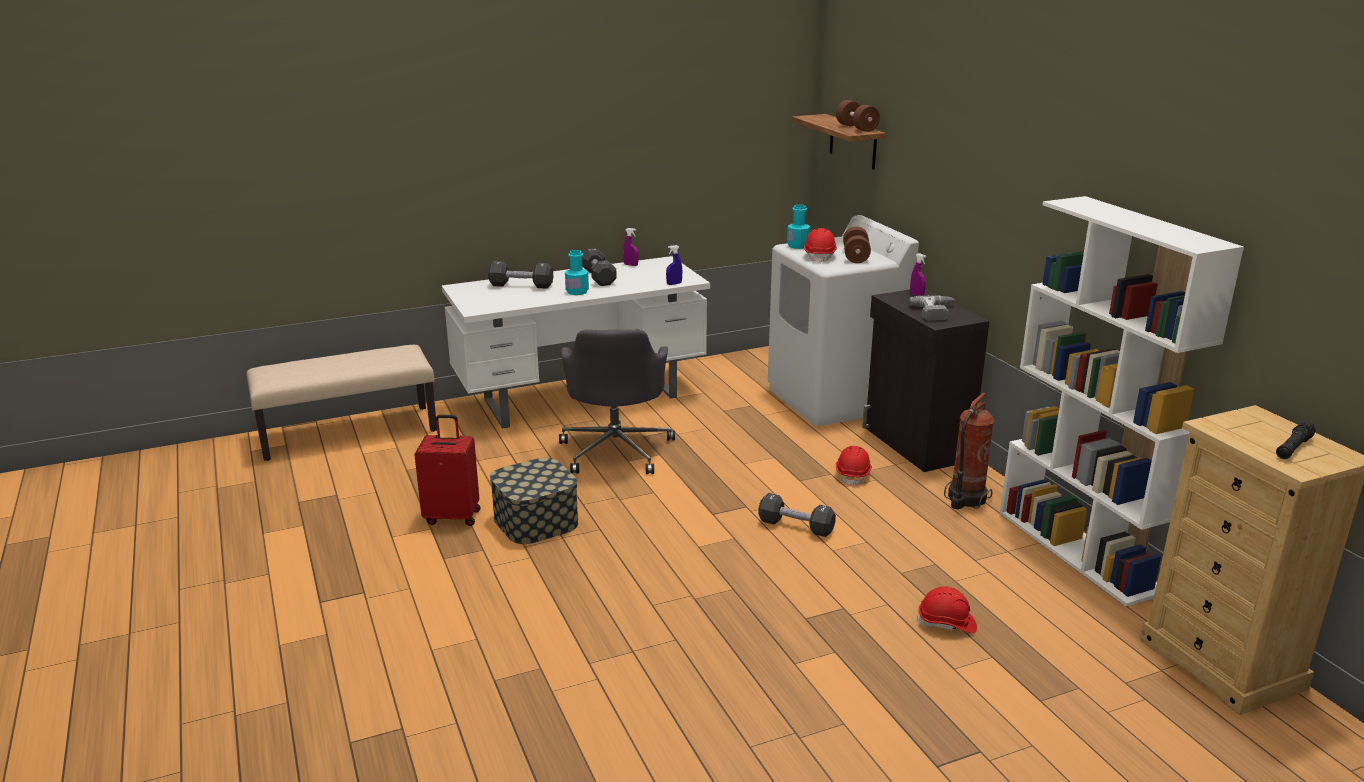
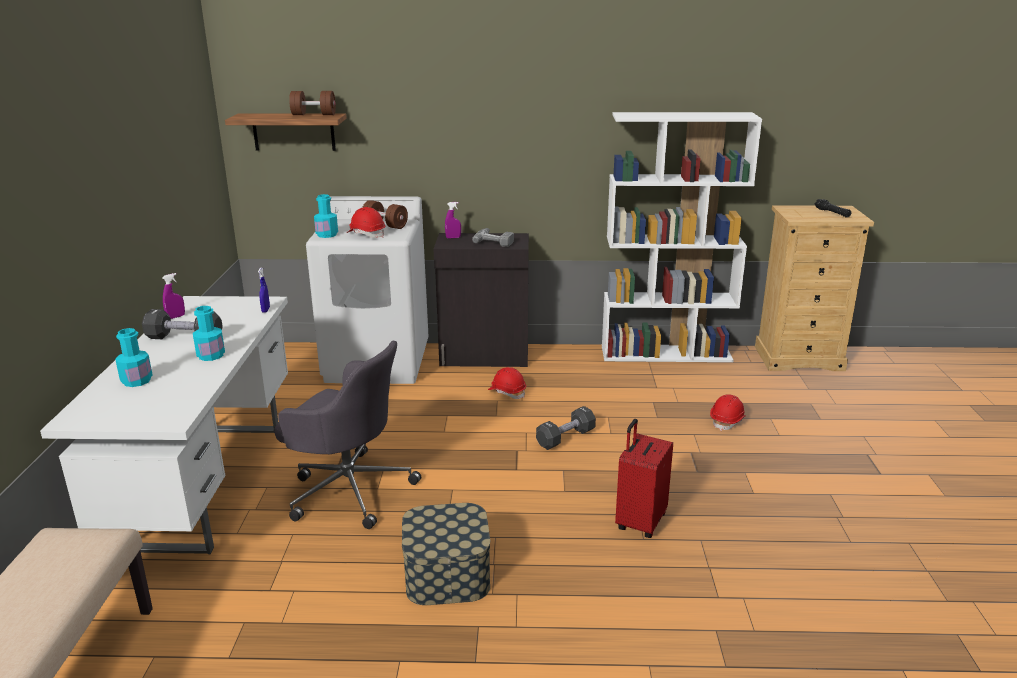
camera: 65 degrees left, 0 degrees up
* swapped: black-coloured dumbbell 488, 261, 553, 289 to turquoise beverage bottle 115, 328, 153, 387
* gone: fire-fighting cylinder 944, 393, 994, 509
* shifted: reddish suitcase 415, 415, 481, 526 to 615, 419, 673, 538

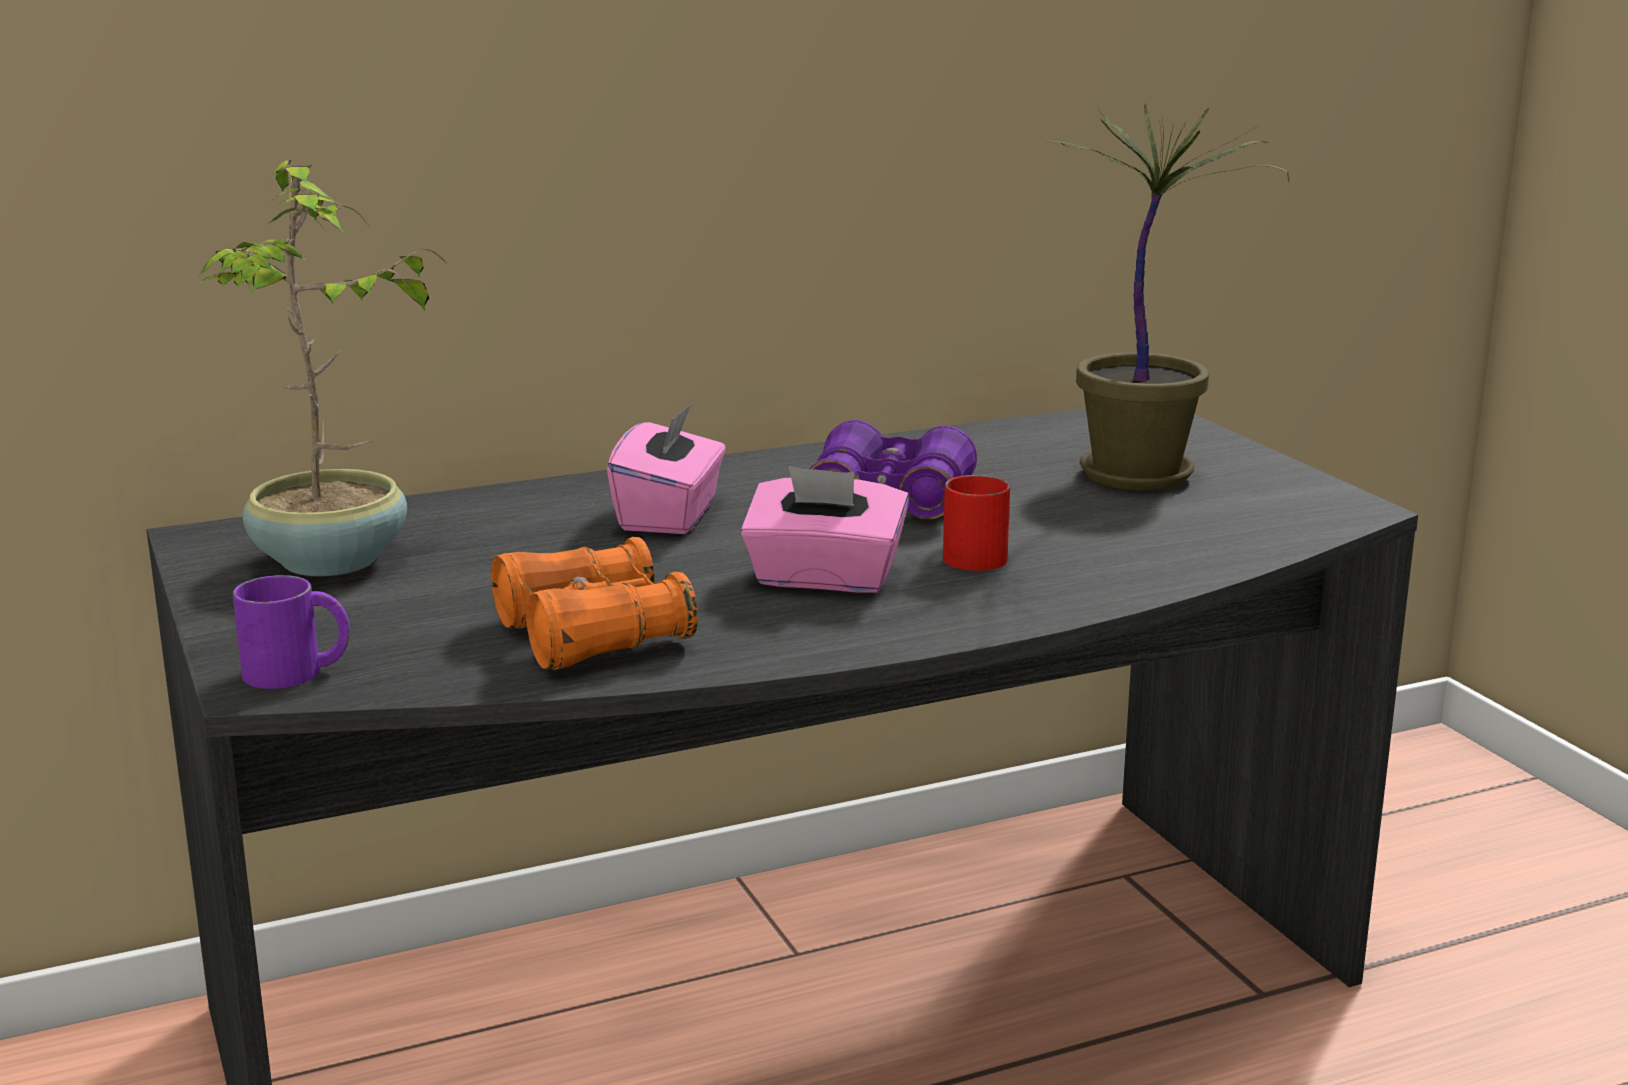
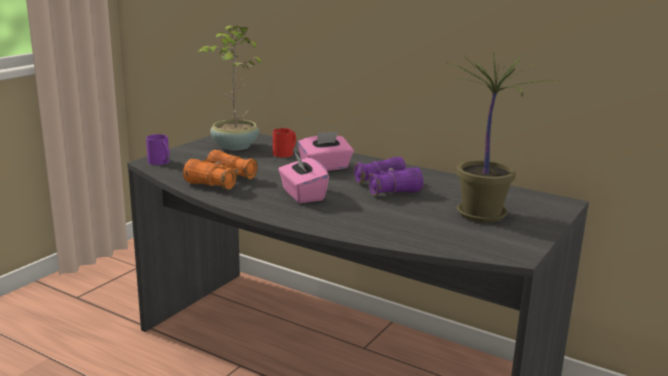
camera: 55 degrees right, 0 degrees up
* shifted: reddish tea mug 943, 475, 1010, 571 to 273, 128, 296, 157

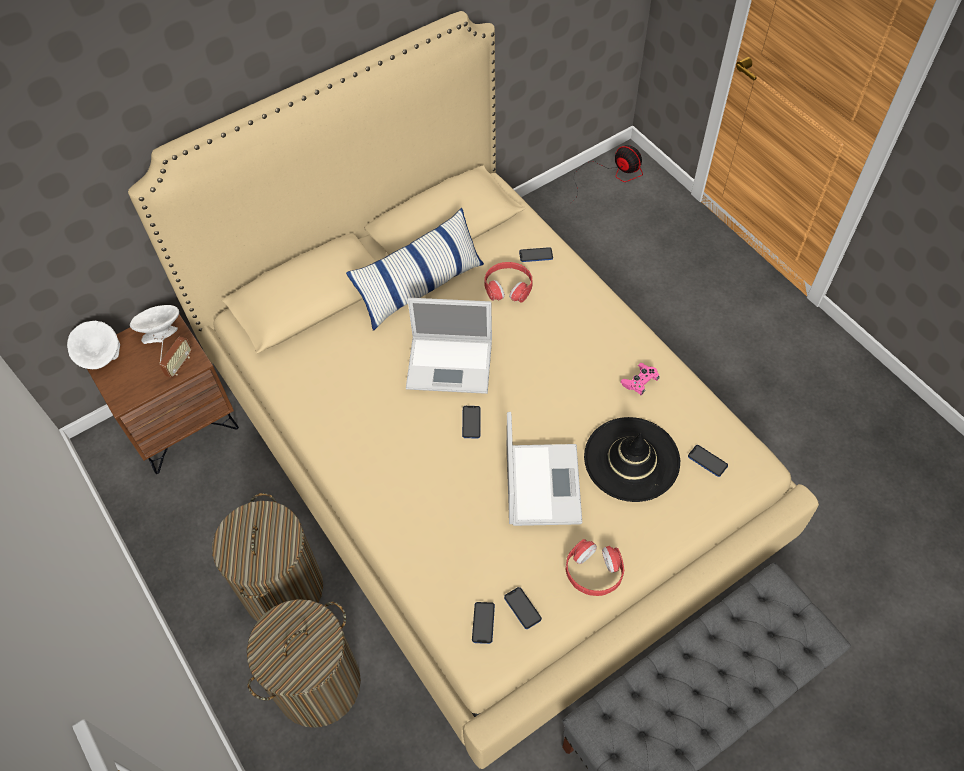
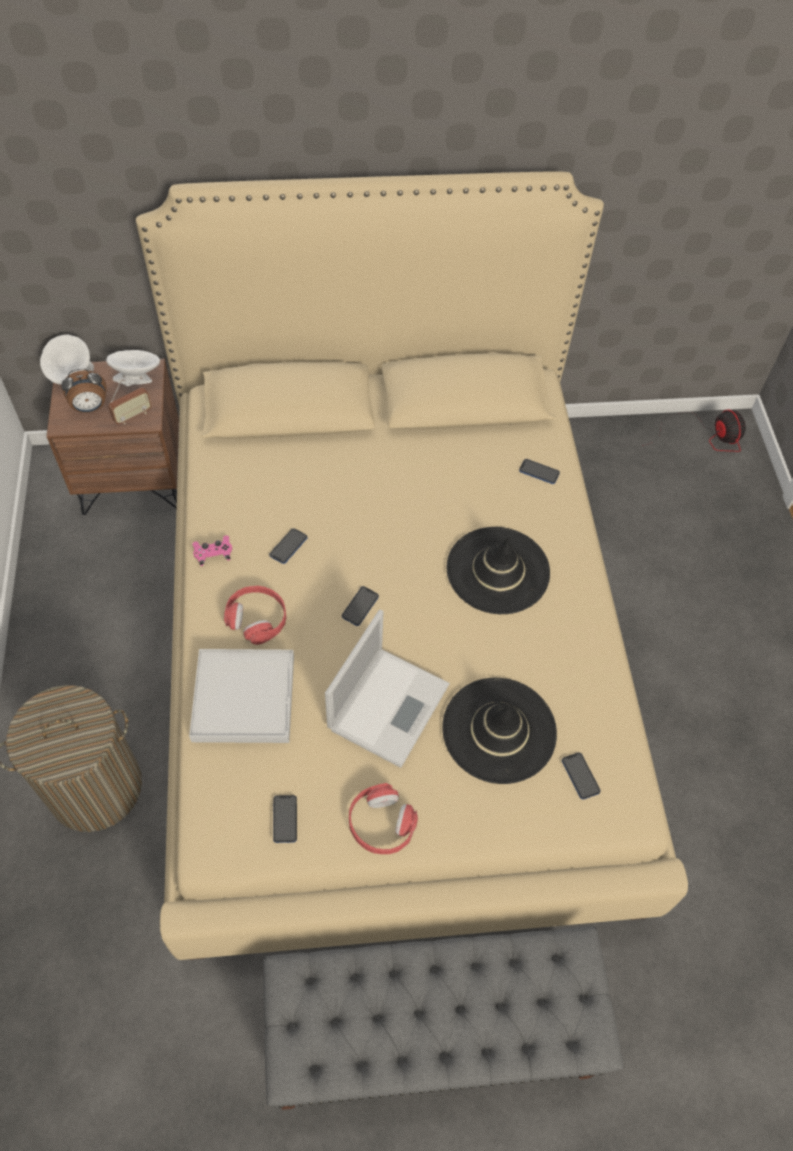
camera: 25 degrees right, 0 degrees up
* gone: cushion 346, 208, 484, 331
* shifted: reddish pair of headphones 484, 262, 533, 302 to 224, 586, 286, 645
* gone: portable computer 406, 298, 492, 394
* shifted: pink game controller 621, 363, 660, 395 to 192, 535, 232, 566
* gone: washing basket 212, 493, 323, 622
* shifted: telephone 472, 602, 495, 644 to 269, 528, 307, 564
* new: bedside clock 62, 368, 107, 413
* new: black-coloured hat 446, 527, 550, 614
* new: whitish serving tray 189, 649, 294, 743

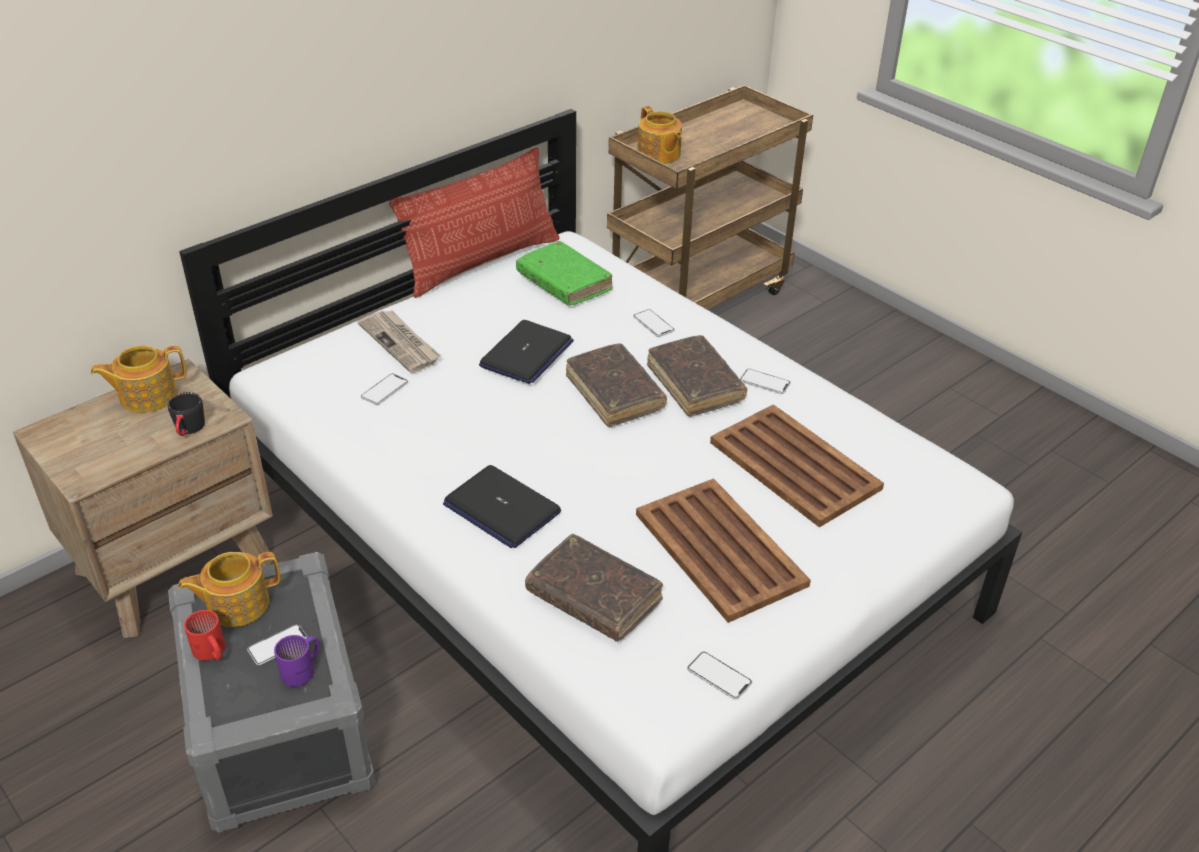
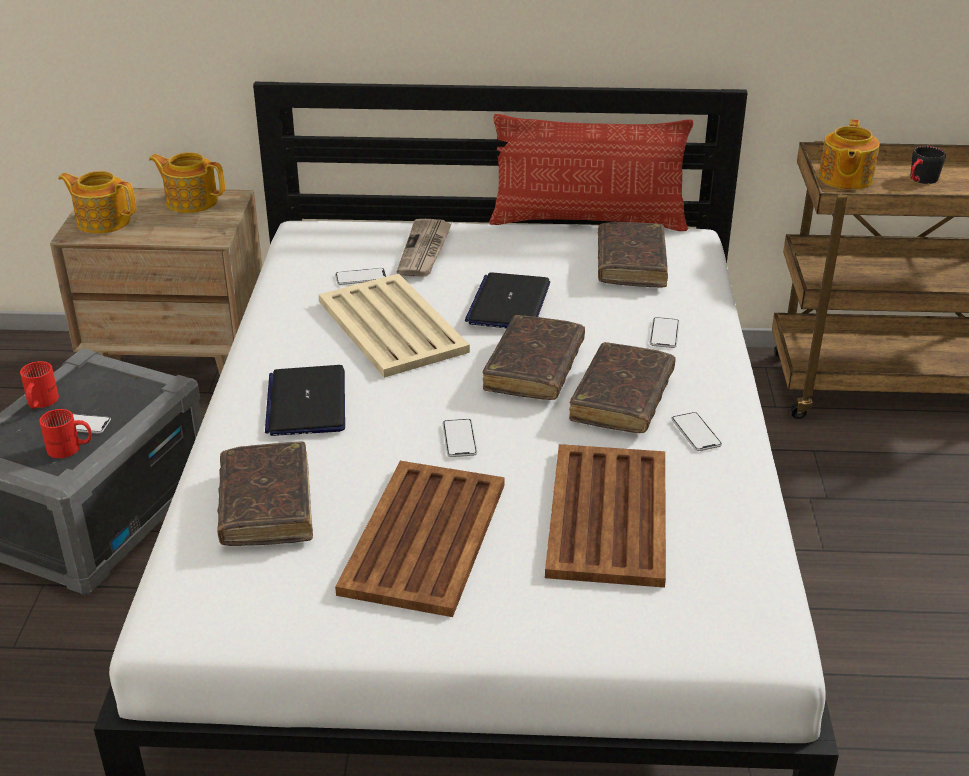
camera: 45 degrees right, 5 degrees down
* repainted: green-coloured bound book 516, 241, 613, 306 to brownish bound book 598, 222, 668, 287
* rotated: portable computer 479, 320, 574, 384 = 465, 273, 550, 328 120 degrees clockwise
* shifted: black-coloured tea mug 168, 392, 205, 436 to 911, 146, 946, 184
* shifted: teapot 178, 552, 280, 627 to 58, 171, 136, 234
* repainted: purplish tea mug 274, 635, 319, 687 to reddish tea mug 39, 409, 92, 458
* shifted: telephone 687, 652, 752, 700 to 443, 419, 477, 457
* new: beige-coloured serving tray 319, 274, 470, 378

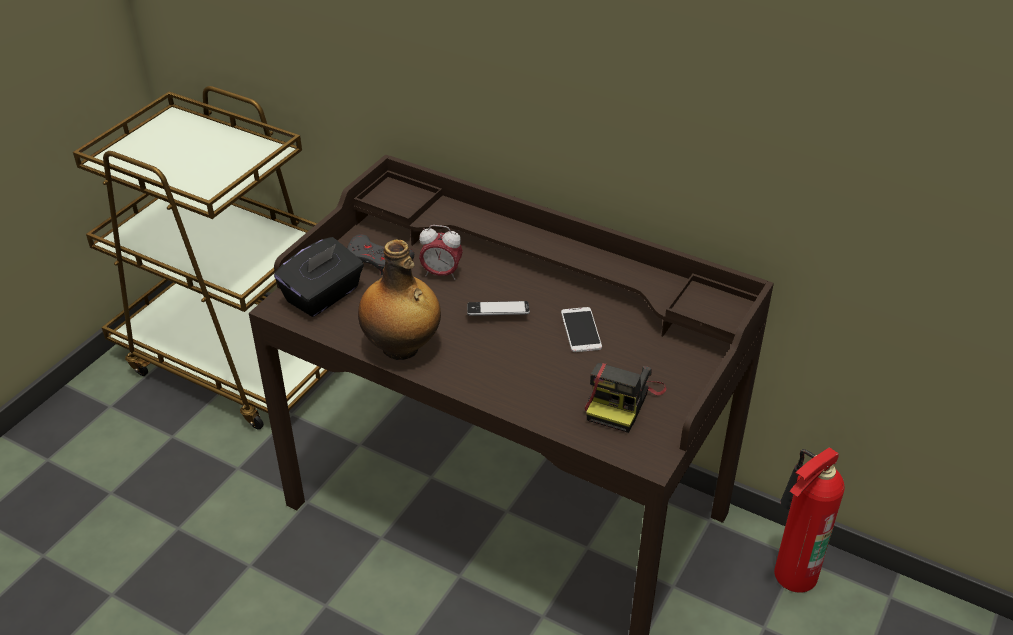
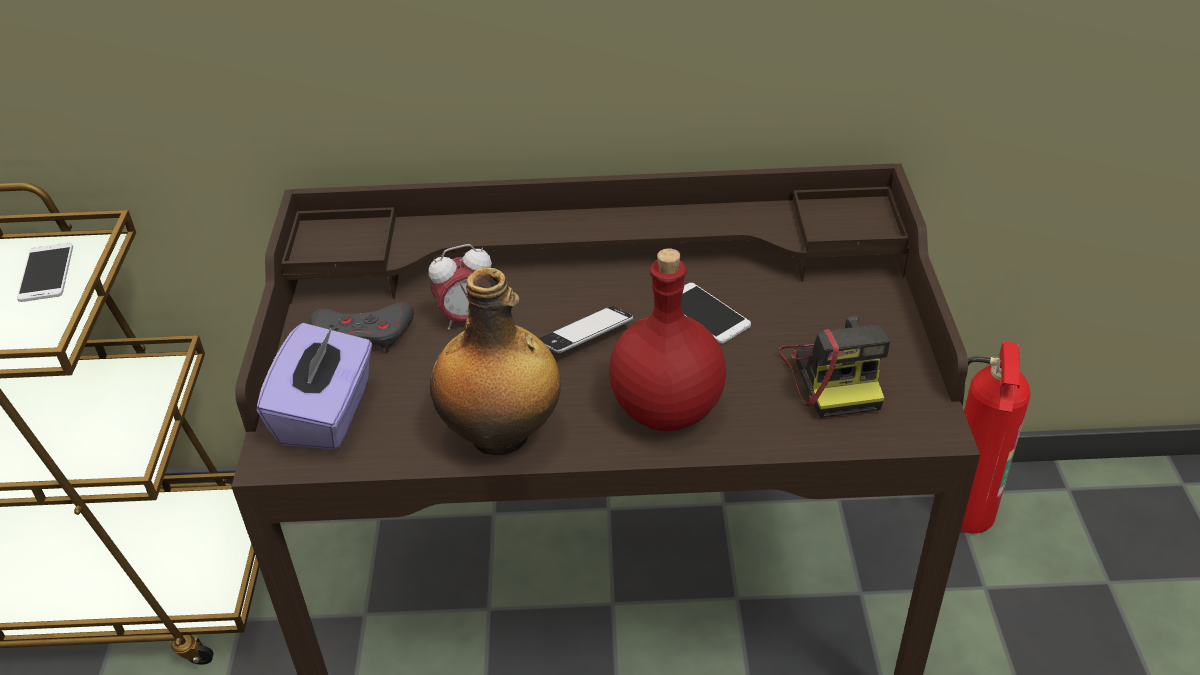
camera: 30 degrees left, 0 degrees up
* repainted: black-coloured tissue holder 274, 237, 364, 317 to purplish tissue holder 257, 323, 372, 450
* new: telephone 17, 243, 73, 302
* new: reddish beverage bottle 609, 248, 726, 431

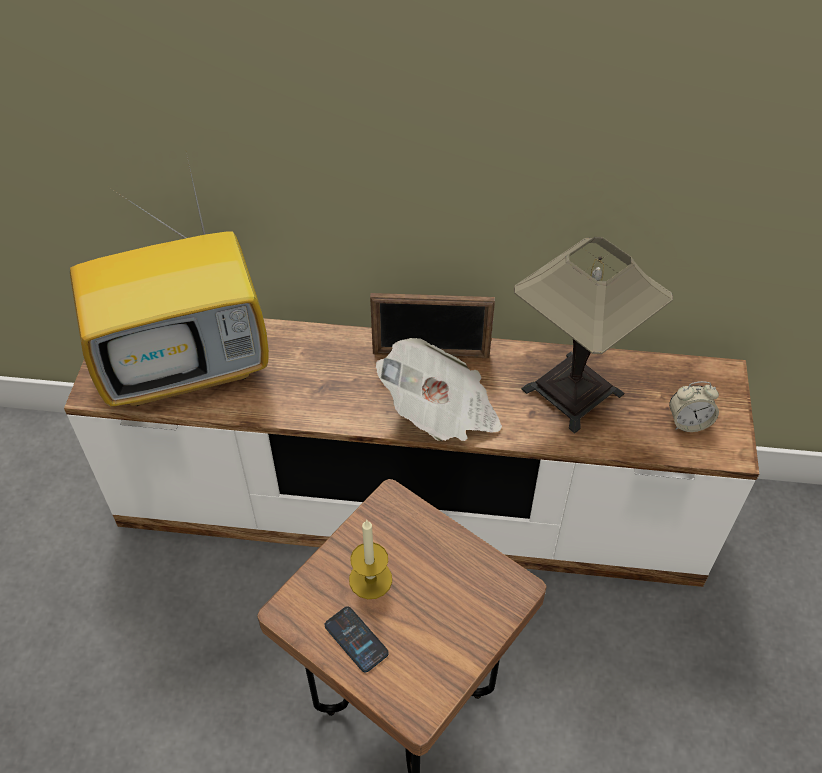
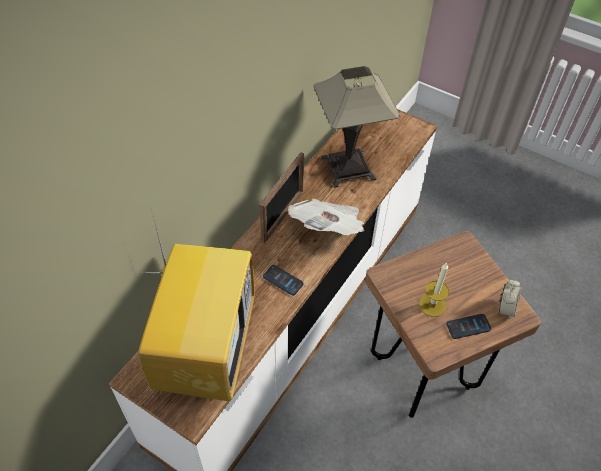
camera: 65 degrees left, 0 degrees up
* shifted: bedside clock 669, 381, 719, 432 to 499, 279, 522, 320
* new: telephone 263, 265, 304, 296

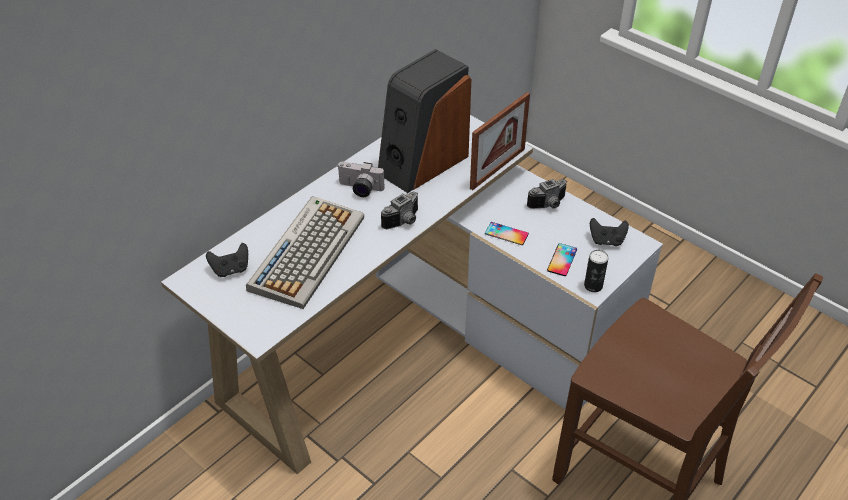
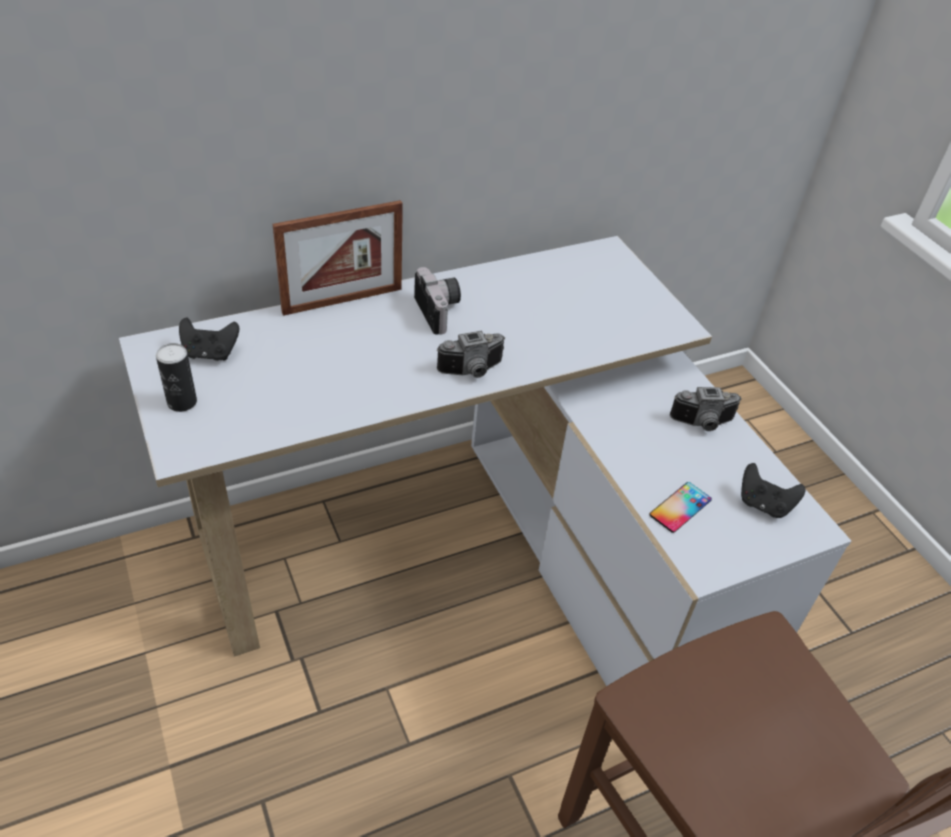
camera: 20 degrees right, 0 degrees up
* gone: speaker 378, 49, 471, 193
* shifted: picture frame 470, 92, 530, 190 to 273, 200, 403, 316
* rotated: still camera 338, 162, 385, 197 = 414, 267, 461, 335 150 degrees counterclockwise
* gone: keyboard 246, 196, 364, 309
* gone: telephone 485, 222, 529, 245
* shifted: metal can 584, 250, 609, 292 to 156, 343, 197, 412

